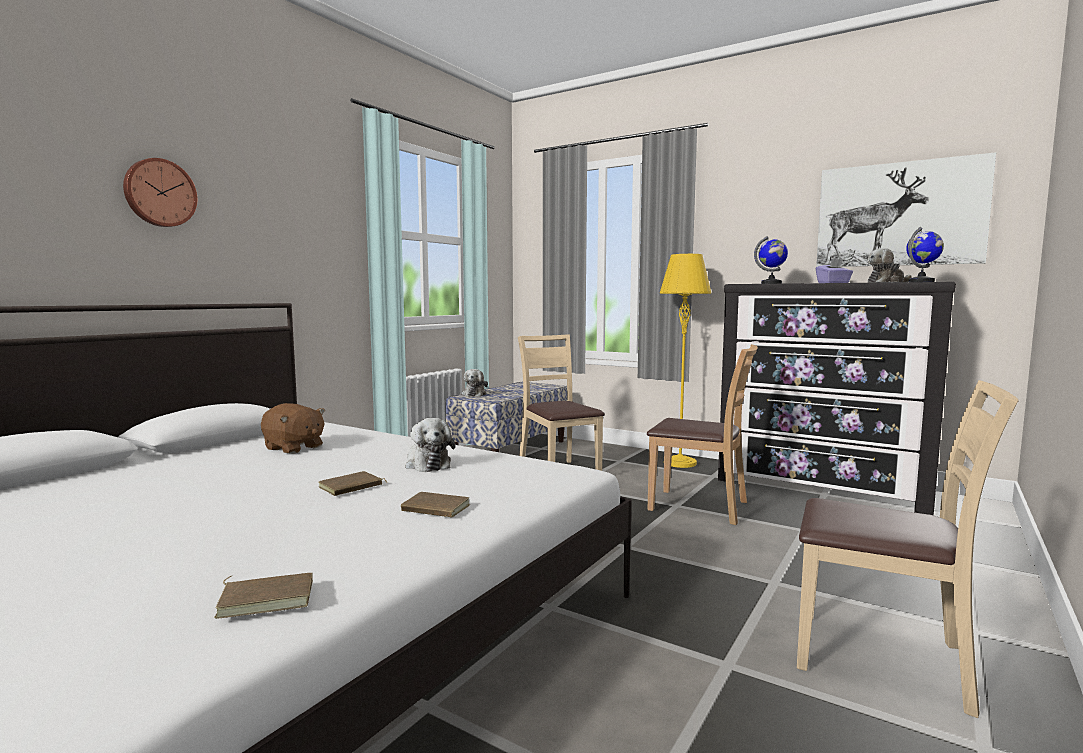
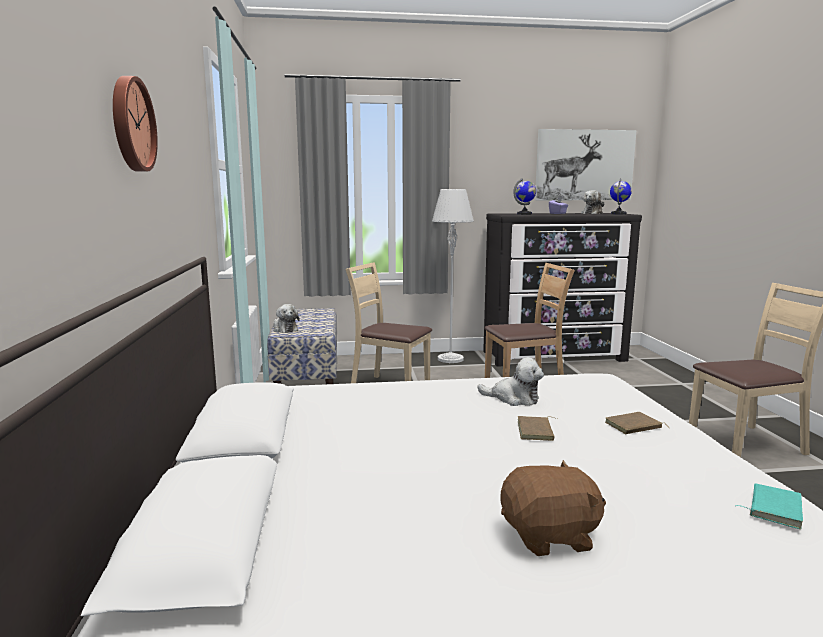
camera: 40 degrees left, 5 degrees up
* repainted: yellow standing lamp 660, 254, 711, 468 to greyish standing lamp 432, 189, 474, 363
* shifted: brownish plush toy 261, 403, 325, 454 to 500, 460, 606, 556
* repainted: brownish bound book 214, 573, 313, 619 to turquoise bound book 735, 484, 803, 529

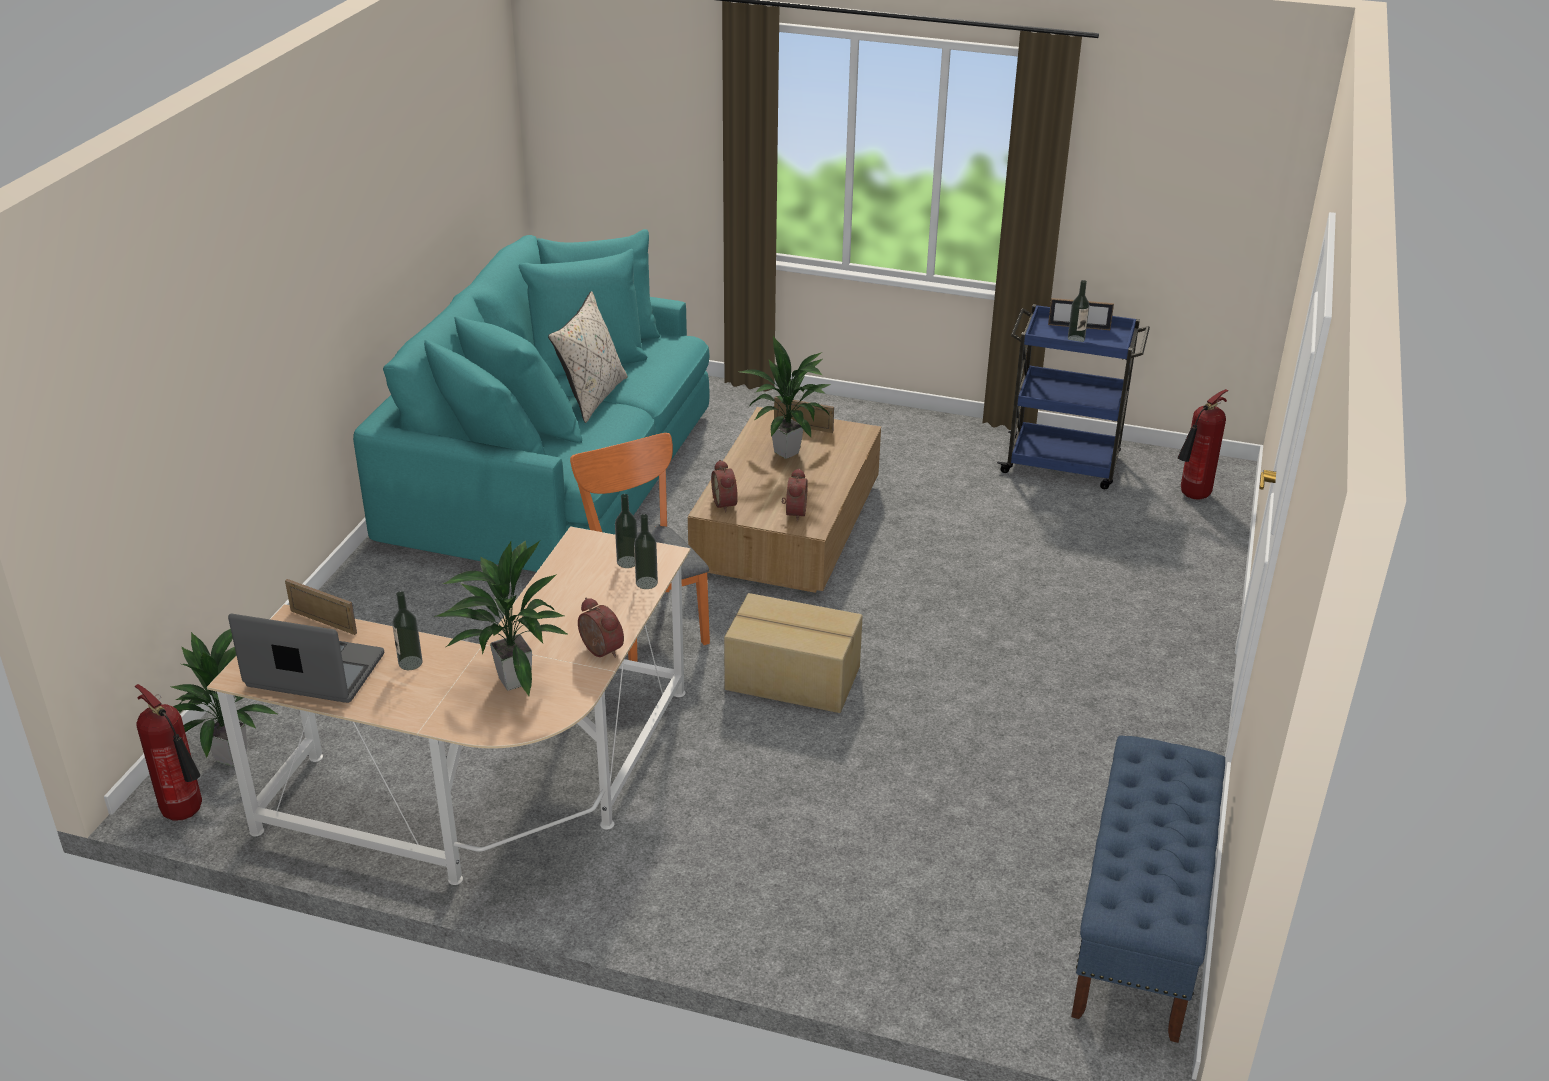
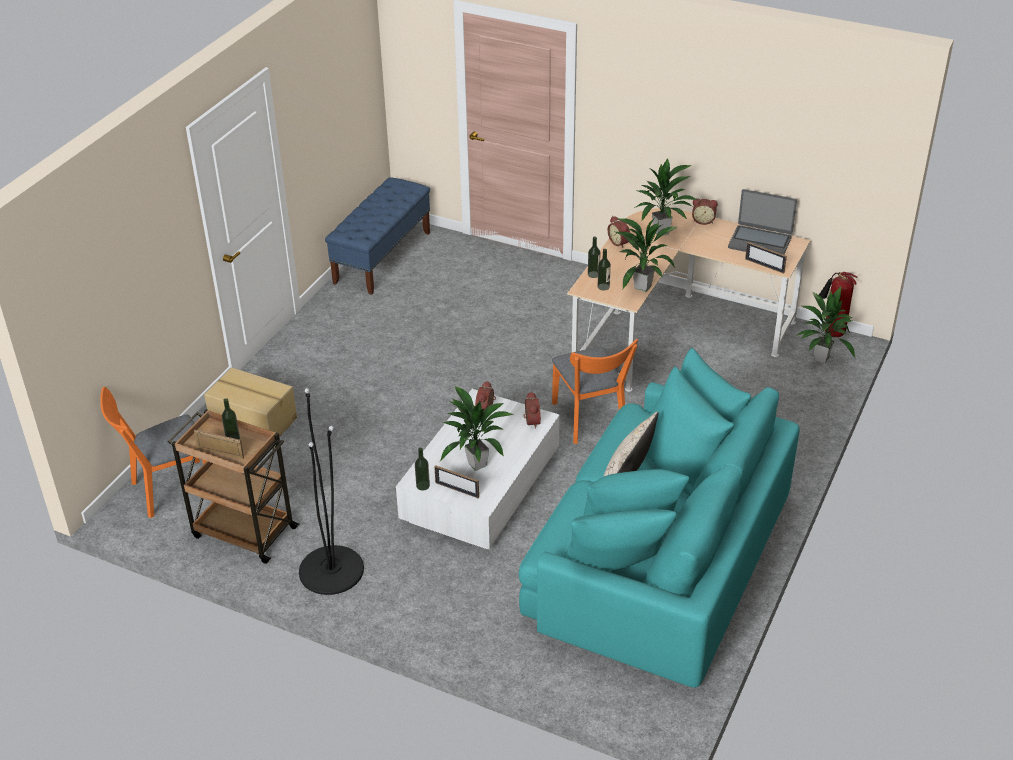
camera: 170 degrees left, 5 degrees up
* repainted: bluish cart 997, 304, 1150, 489 to brownish cart 168, 409, 299, 564
* swapped: fire-fighting cylinder 1178, 389, 1229, 500 to orange upright chair 100, 387, 206, 518
* repainted: brownish lounge table 688, 407, 881, 593 to whitish lounge table 396, 389, 560, 549
* shifted: beverage bottle 392, 591, 422, 670 to 415, 448, 430, 490
* shifted: carton 724, 593, 863, 713 to 204, 367, 297, 437
* new: bedside clock 692, 198, 718, 225
* new: plant in a pot 616, 218, 677, 292
* new: black-coloured standing lamp 299, 388, 364, 595

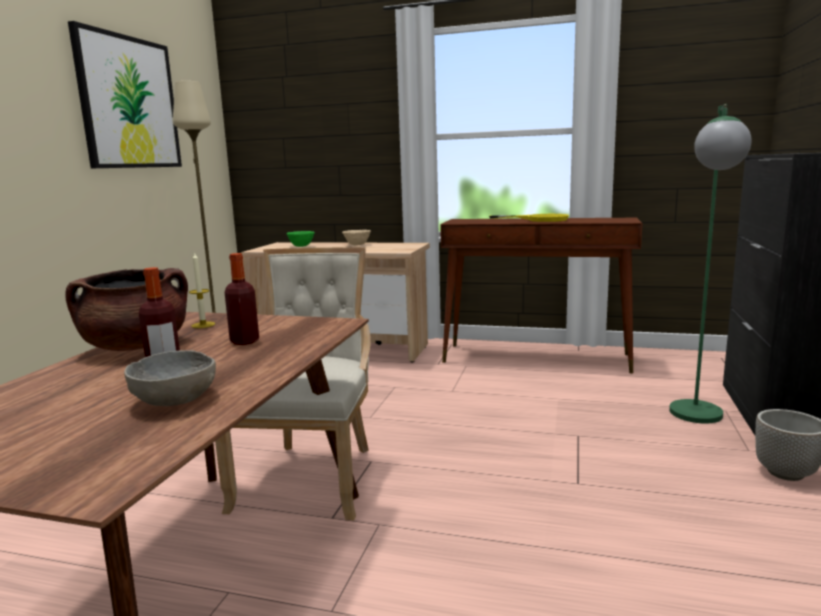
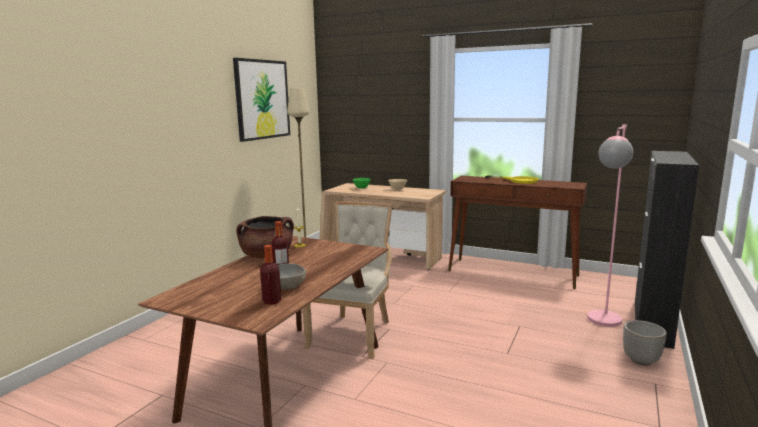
camera: 10 degrees right, 0 degrees up
* repainted: green-coloured standing lamp 669, 104, 752, 423 to pink standing lamp 587, 124, 633, 327
* shifted: beverage bottle 224, 253, 259, 345 to 260, 245, 281, 305

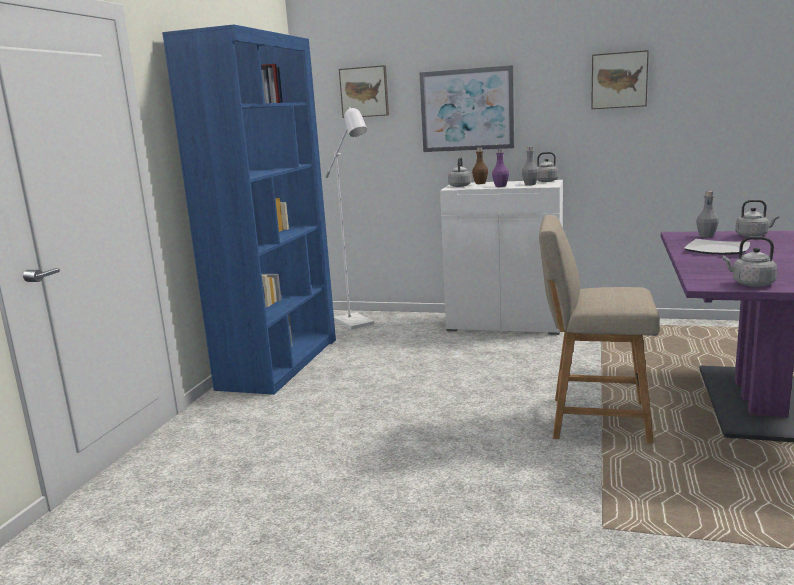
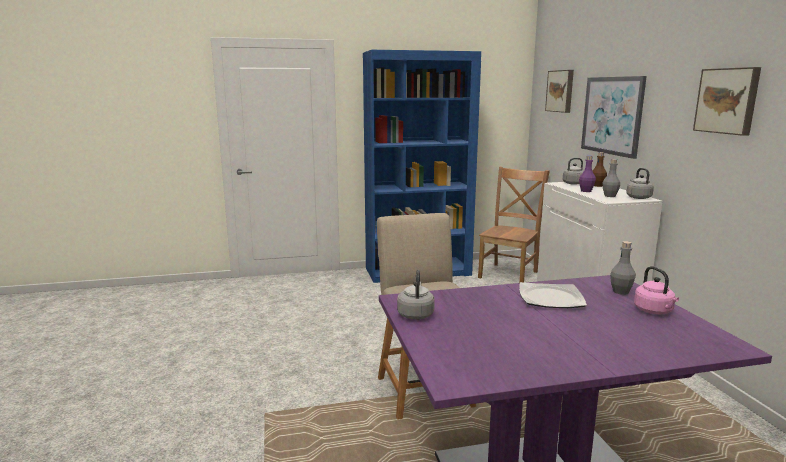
camera: 60 degrees right, 0 degrees up
* swapped: whitish standing lamp 325, 107, 374, 330 to brownish upright chair 478, 167, 550, 282
* repainted: greyish water kettle 735, 200, 779, 237 to pink water kettle 634, 266, 679, 314

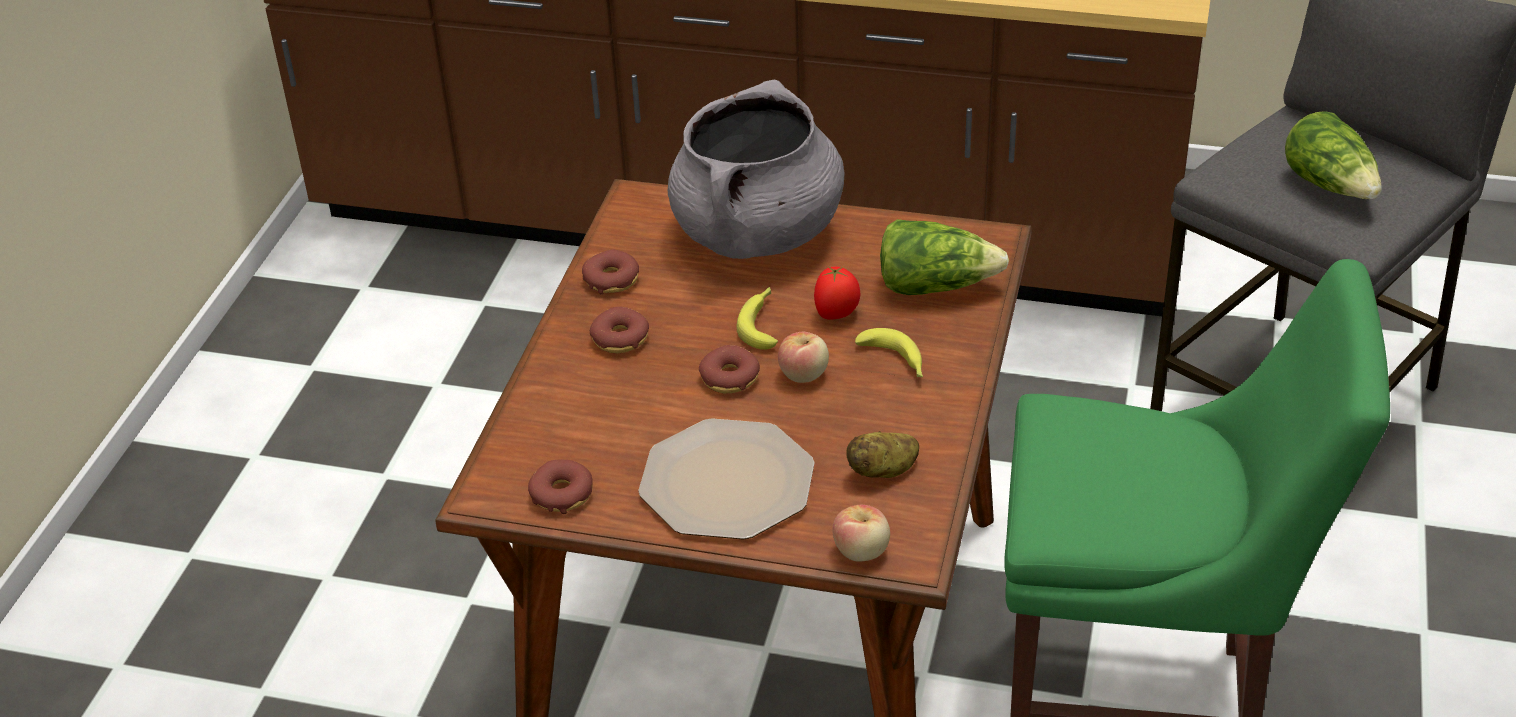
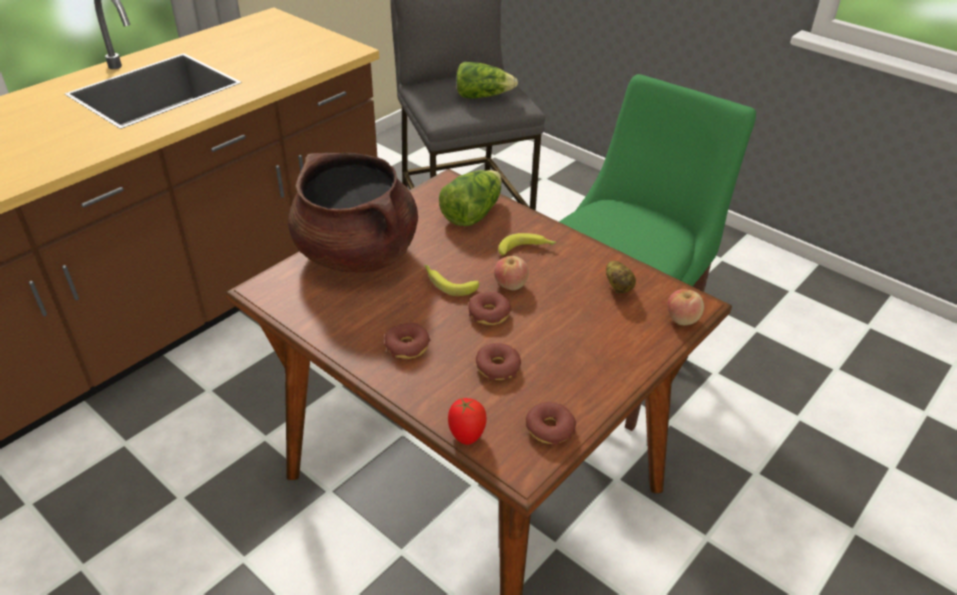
camera: 65 degrees left, 0 degrees up
* repainted: greyish stockpot 668, 79, 845, 259 to brownish stockpot 288, 153, 418, 273
* shifted: doughnut 582, 250, 639, 295 to 476, 343, 521, 380
* shifted: tomato 814, 266, 860, 320 to 448, 397, 487, 445
* gone: flat dish 638, 418, 815, 540

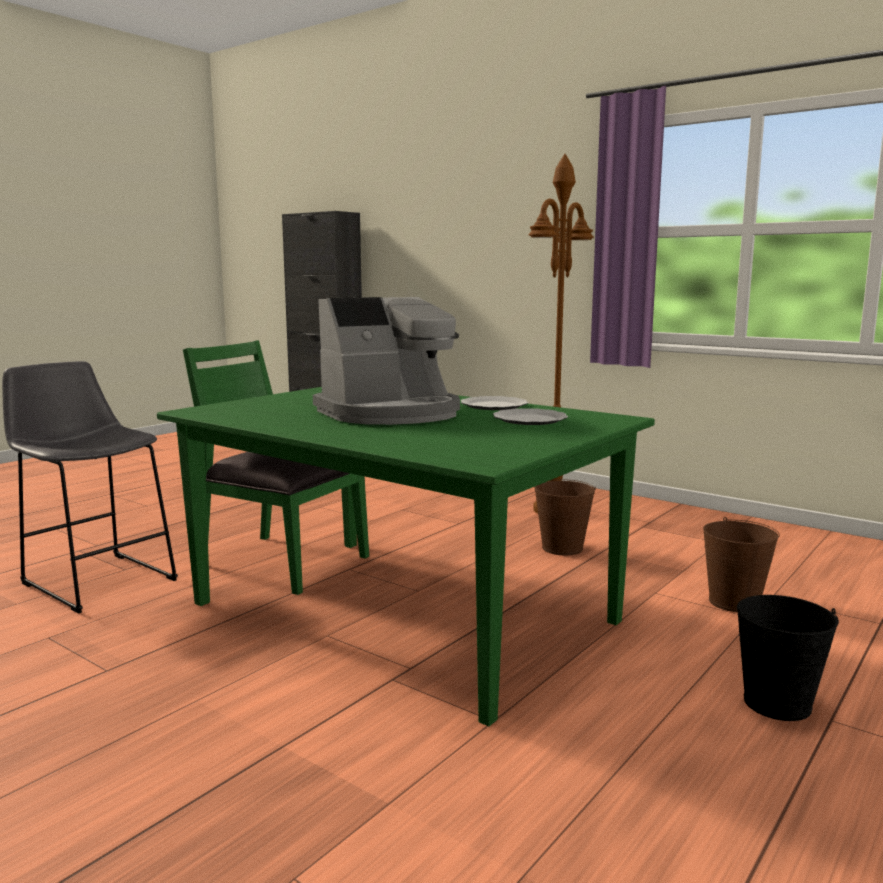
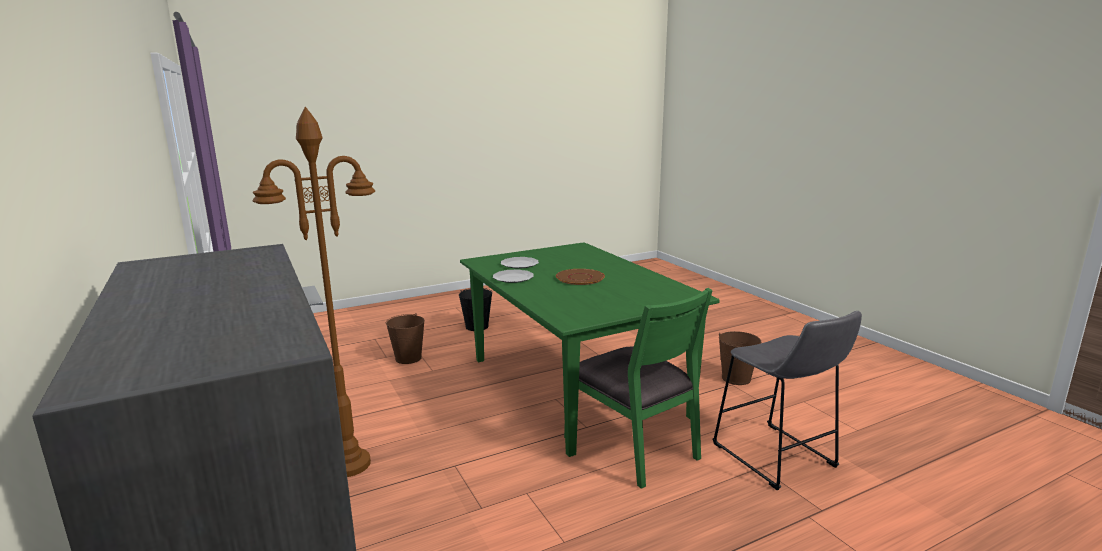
camera: 155 degrees left, 5 degrees up
* swapped: coffee brewer 313, 297, 460, 425 to brownish flat dish 556, 269, 605, 285
* shifted: brownish pail 534, 479, 596, 555 to 719, 331, 761, 385

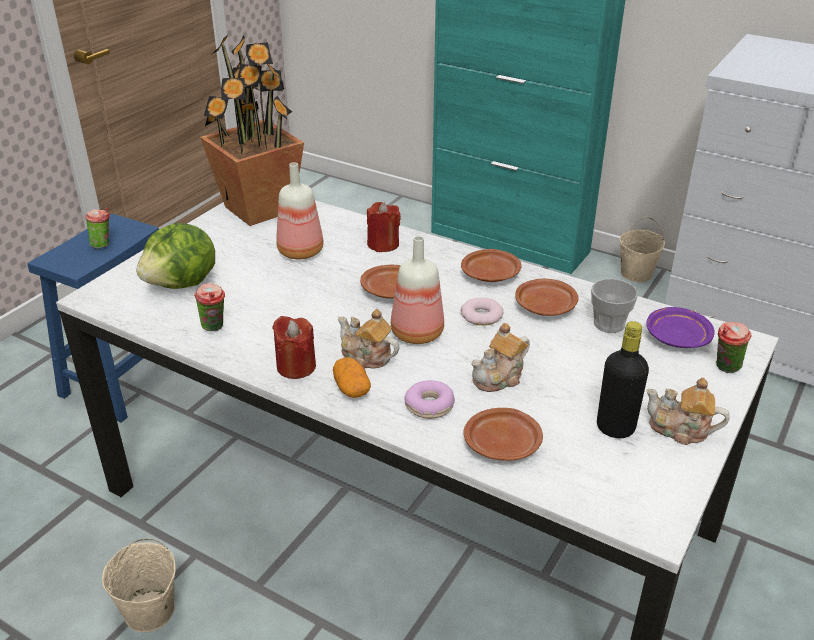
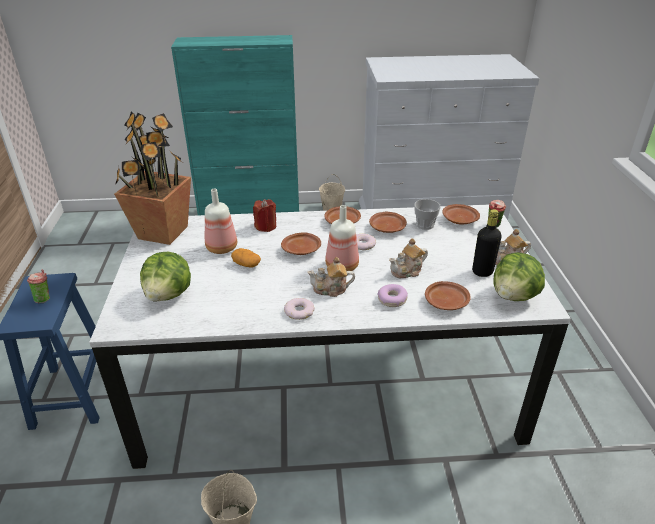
camera: 35 degrees left, 0 degrees up
* gone: small cup 194, 283, 225, 331
* repainted: purplish flat dish 646, 307, 715, 348 to brownish flat dish 442, 204, 480, 225
* swapped: reddish wax candle 272, 316, 316, 379 to doughnut 284, 298, 315, 320
* rotated: teapot 471, 323, 530, 392 = 389, 238, 428, 278 45 degrees clockwise
* shifted: whole potato 333, 357, 371, 398 to 231, 248, 261, 268
* new: head of lettuce 493, 252, 545, 301

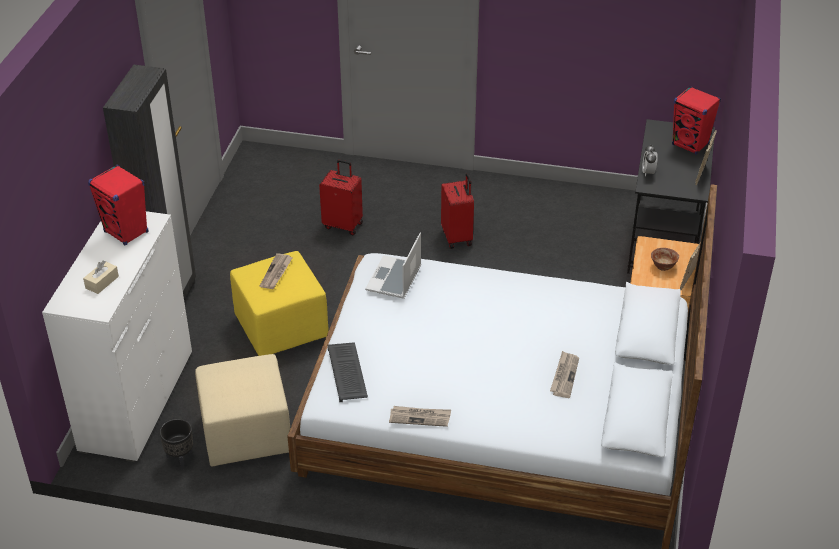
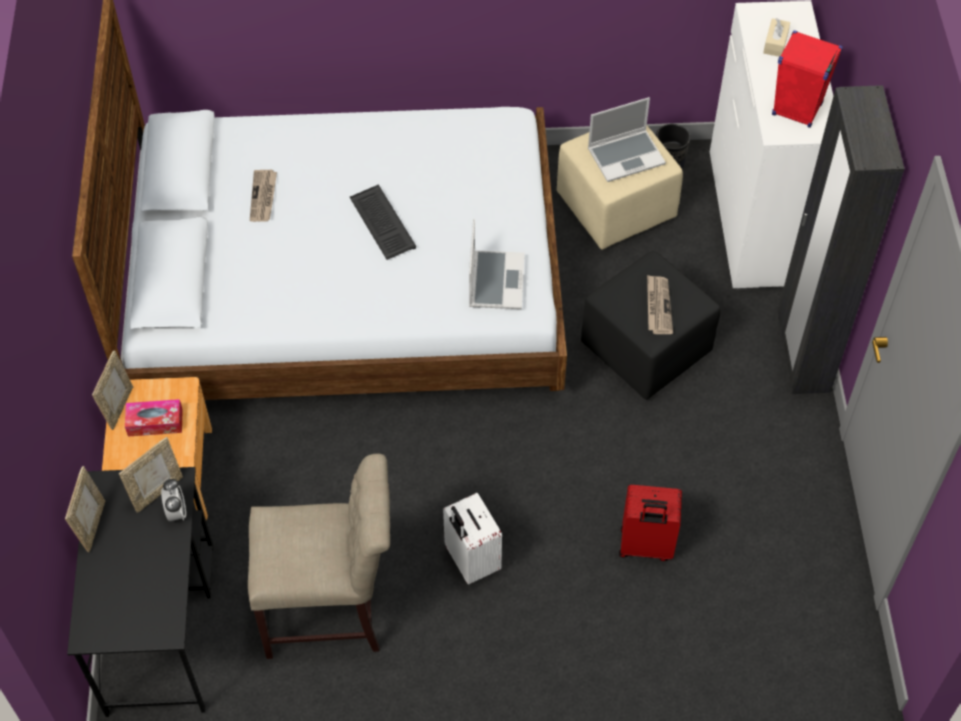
camera: 165 degrees right, 15 degrees up
* gone: reddish speaker 672, 86, 721, 155
* repainted: reddish suitcase 441, 173, 474, 249 to whitish suitcase 443, 493, 502, 585
* swapped: serving bowl 651, 248, 679, 271 to tissue holder 125, 399, 183, 437
* repainted: yellow footrest 230, 251, 329, 356 to black-coloured footrest 581, 251, 720, 400
* shifted: keyboard 327, 342, 368, 402 to 350, 184, 416, 260
* gone: newspaper 389, 406, 451, 427
* new: portable computer 588, 97, 666, 182
* new: picture frame 119, 437, 183, 513
* new: beige-coloured upright chair 248, 454, 390, 659

